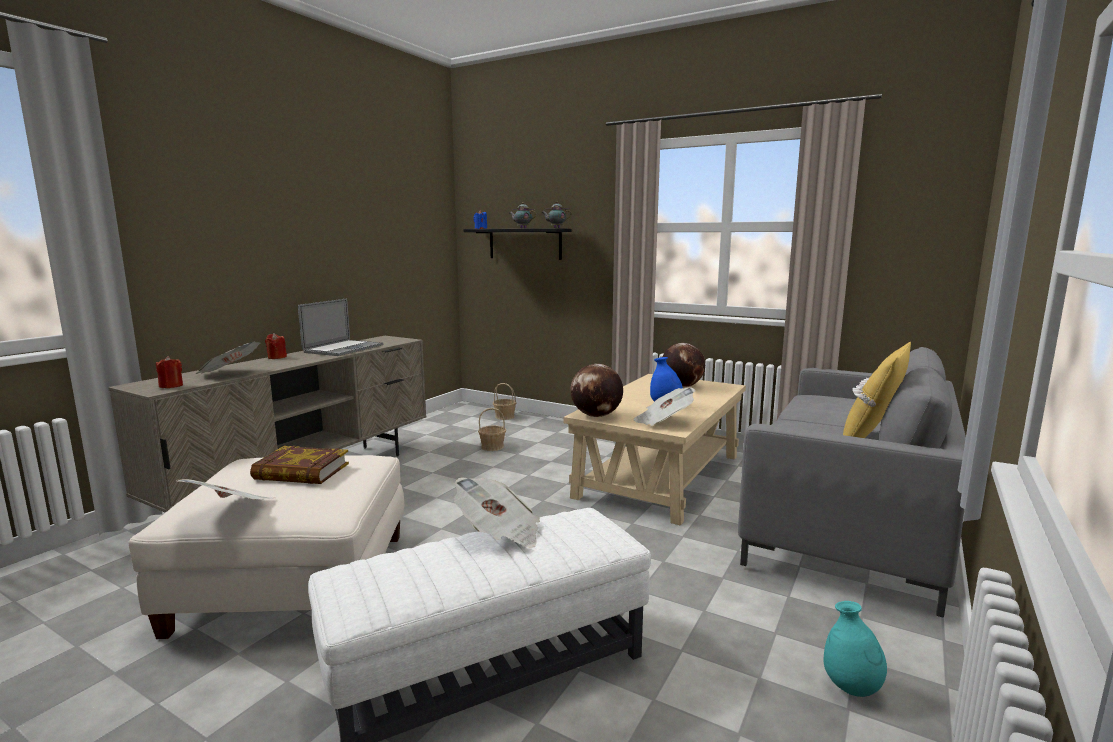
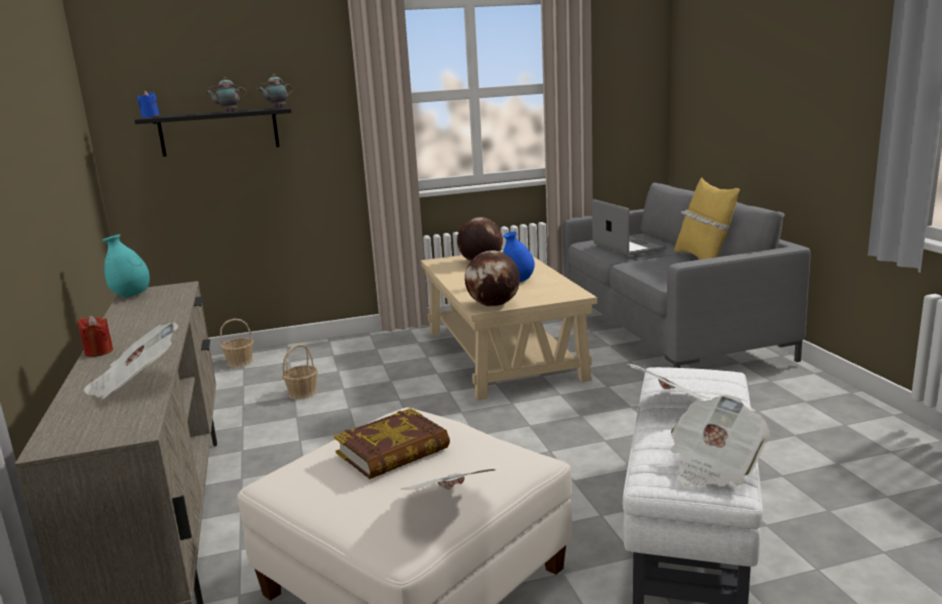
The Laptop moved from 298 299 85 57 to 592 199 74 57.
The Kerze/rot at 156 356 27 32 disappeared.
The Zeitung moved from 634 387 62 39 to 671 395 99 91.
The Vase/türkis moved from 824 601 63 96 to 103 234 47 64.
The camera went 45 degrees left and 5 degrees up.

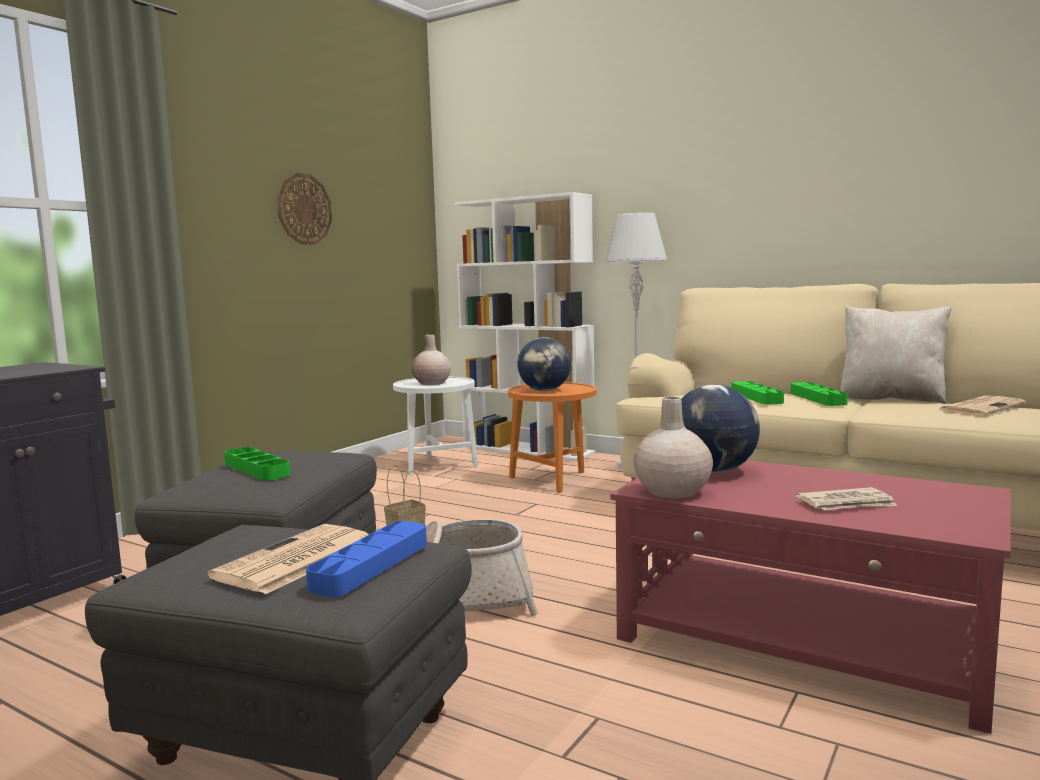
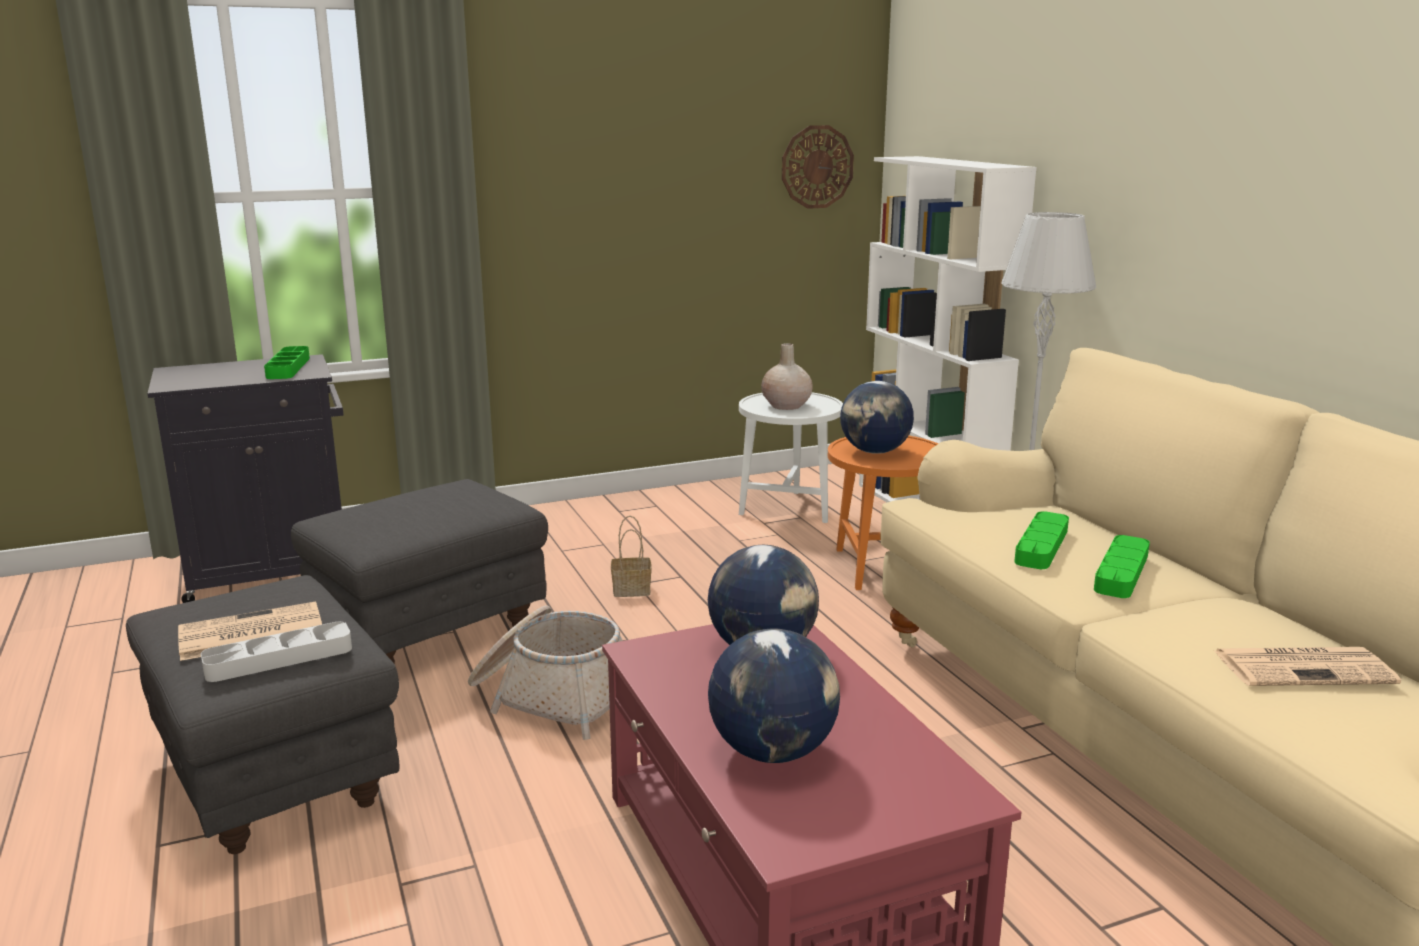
The Wanduhr moved from 277 173 55 72 to 782 125 72 84.
The Kissen/beige at 840 307 112 97 disappeared.
The Vase/beige at 634 397 79 102 disappeared.
The Tablett/grün moved from 224 447 66 34 to 264 346 46 33.
The Zeitung at 796 487 101 23 was replaced by the Globus at 708 628 132 135.
The Tablett/blau at 306 521 121 76 became the Tablett/grau at 201 622 151 60.
The camera went 35 degrees right and 10 degrees up.

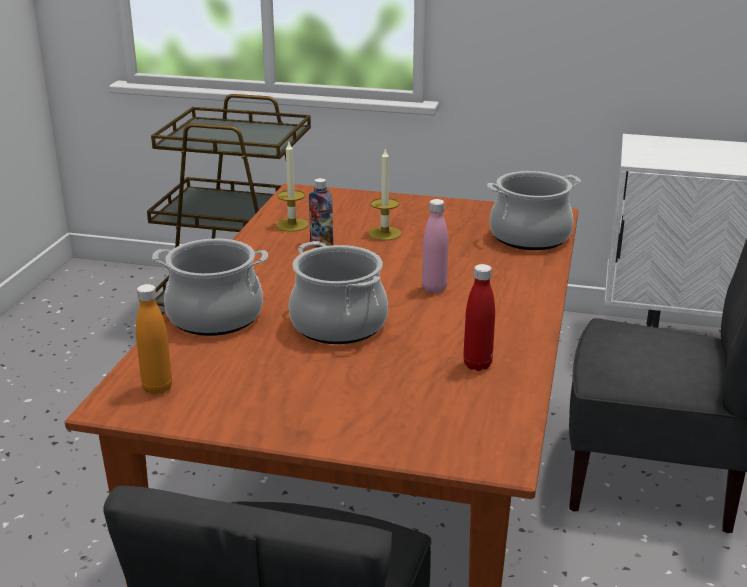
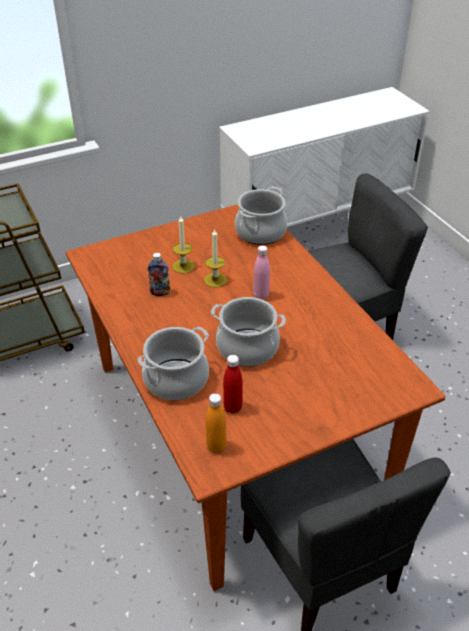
The Kerze moved from 276 142 33 90 to 204 228 23 60.
The Flasche/rot moved from 463 264 32 107 to 223 355 20 59.
The camera went 40 degrees left and 15 degrees up.

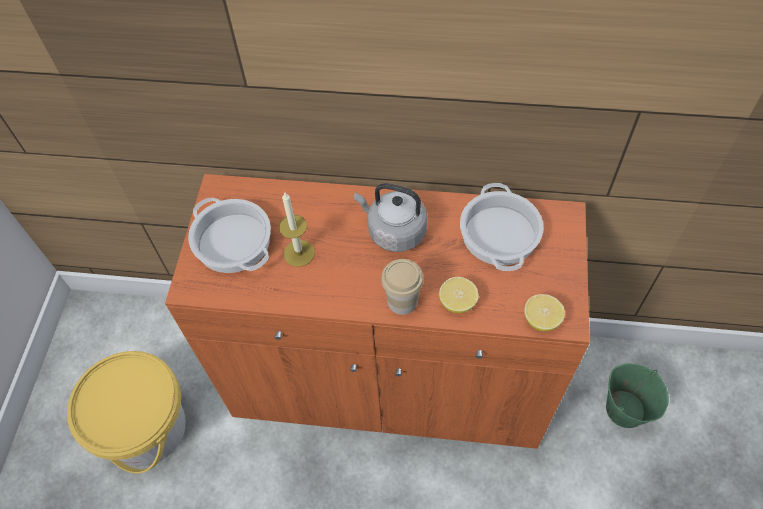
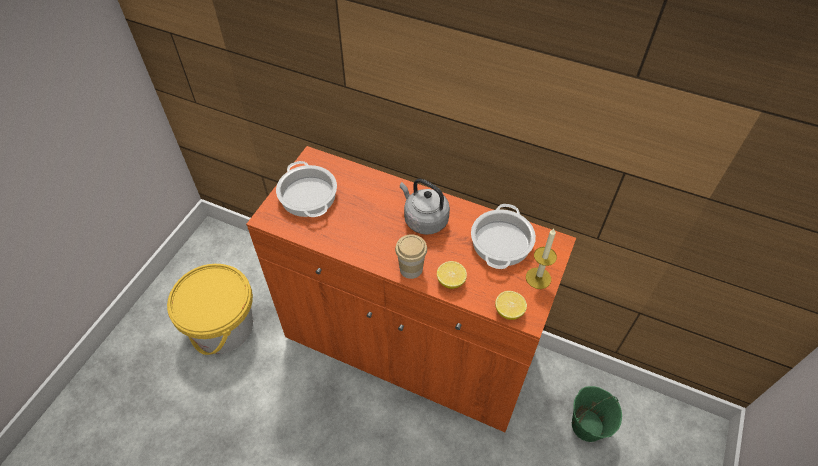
The Kerze moved from 279 193 36 74 to 526 229 31 60.
The camera went 15 degrees right and 5 degrees down.

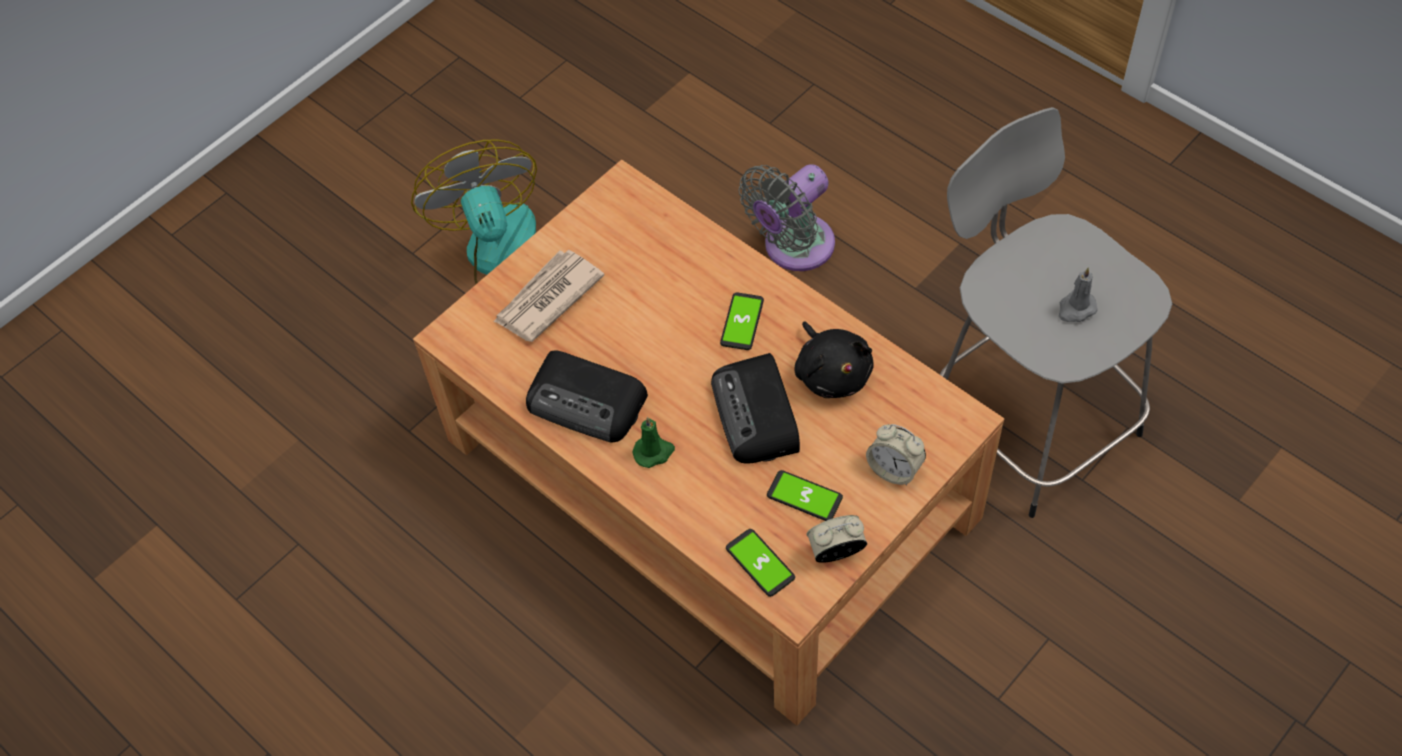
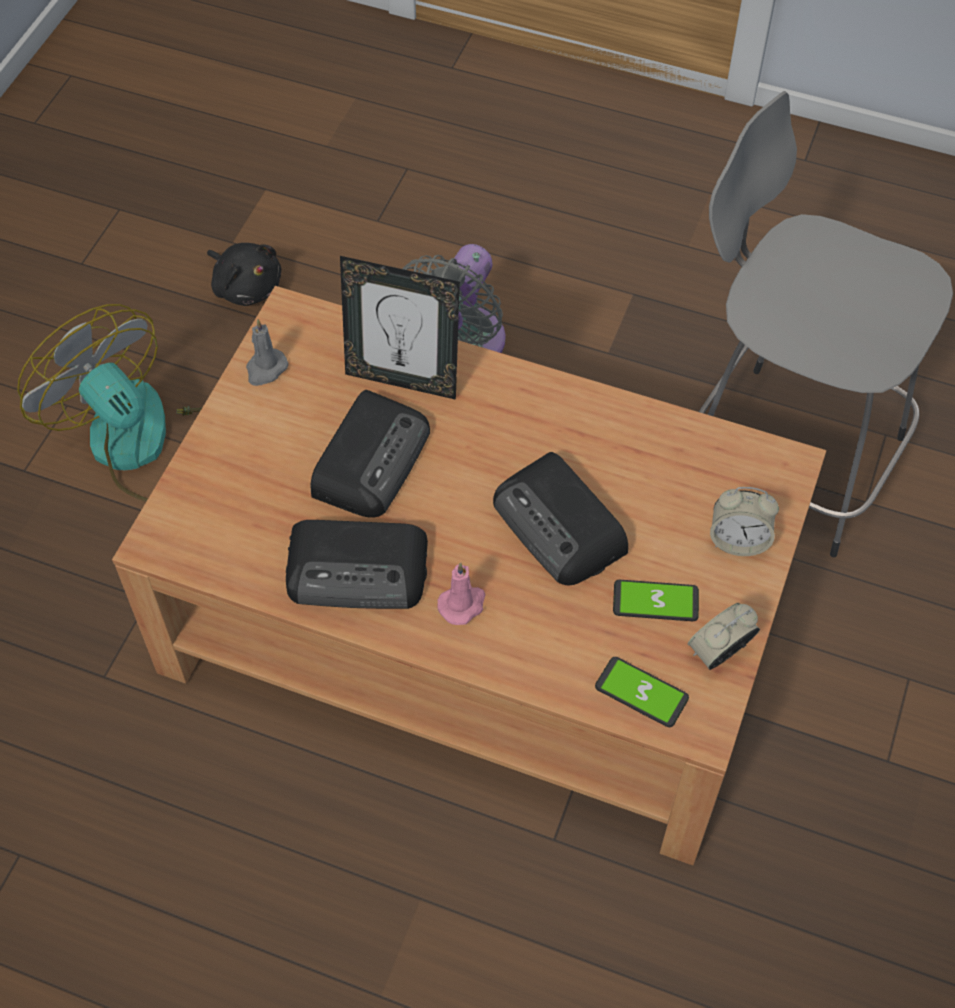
The Zeitung at 493 250 111 92 disappeared.
The Kerze/grau moved from 1059 268 39 54 to 246 319 43 67.
The Handy at 720 292 44 58 disappeared.
The Plüschtier/schwarz moved from 794 321 80 77 to 207 243 74 63.
The Kerze/grün at 633 417 42 51 became the Kerze/rosa at 437 562 49 63.
The Bilderrahmen at 340 256 120 144 appeared.
The Radio at 311 390 119 128 appeared.
The camera went 25 degrees left and 0 degrees up.

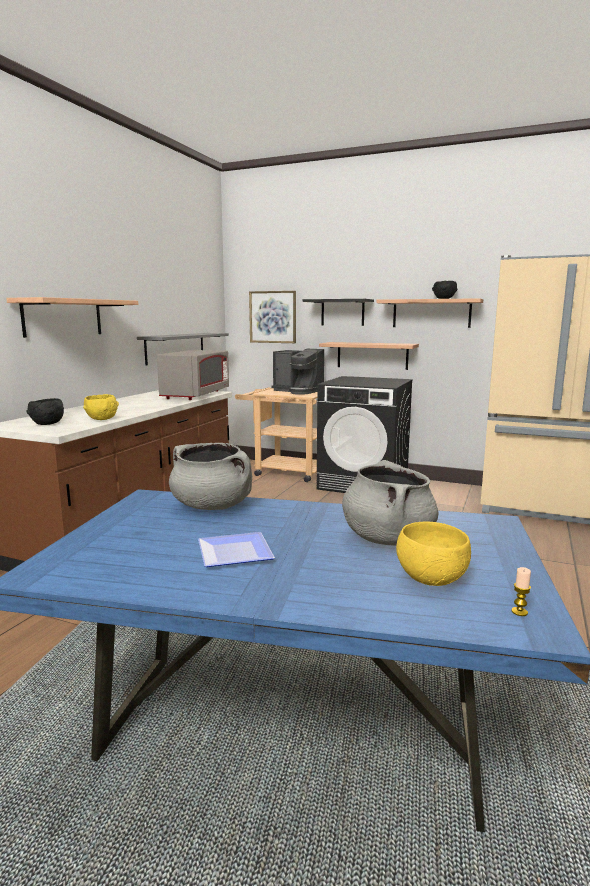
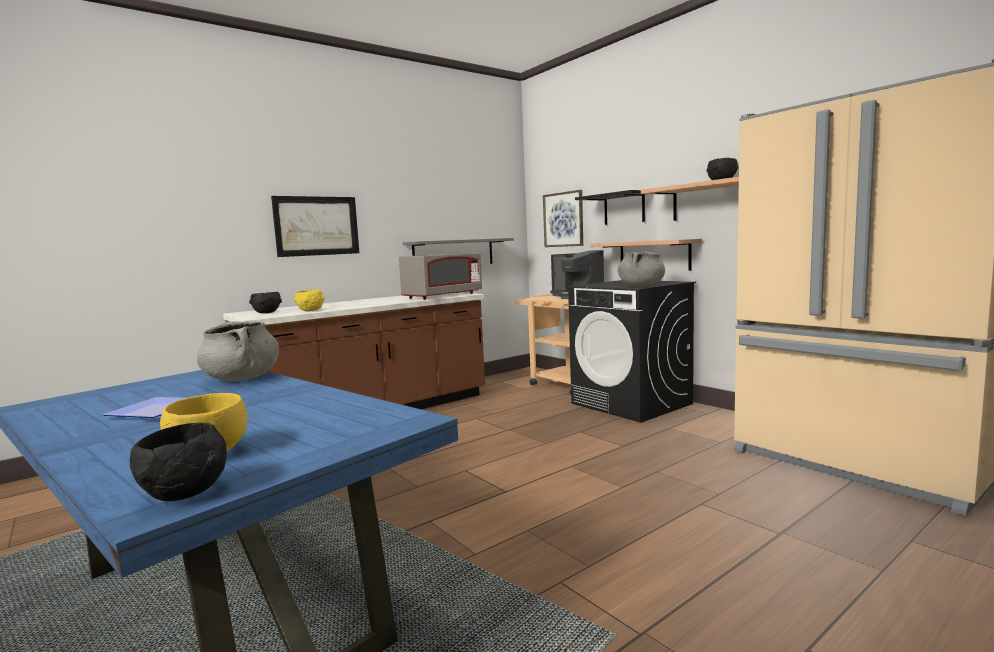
The Wandregal at 6 297 132 41 was replaced by the Bild at 271 196 88 61.
The Kochtopf/grau moved from 342 460 97 85 to 618 251 47 35.
The Kerze at 511 567 20 49 was replaced by the Schüssel/schwarz at 130 423 97 78.
The camera went 30 degrees right and 5 degrees down.

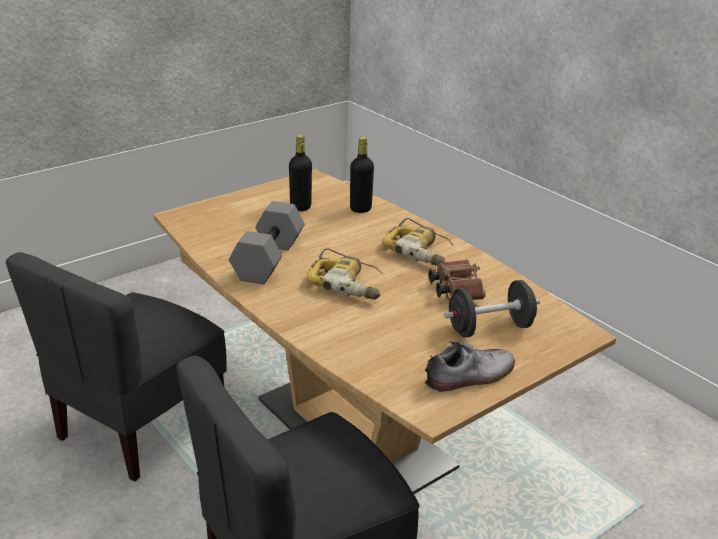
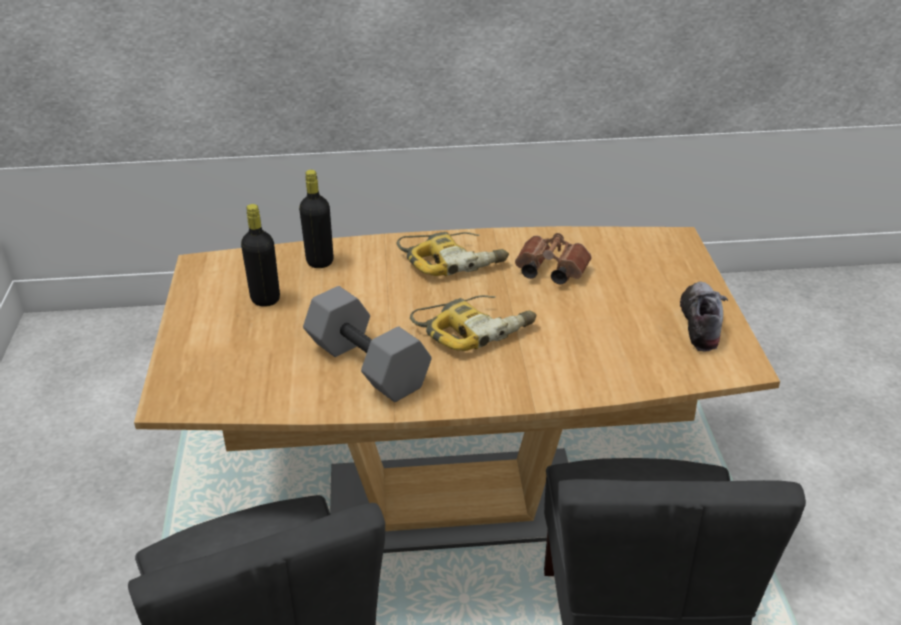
The Hantel/schwarz at 444 280 96 58 disappeared.
The camera went 55 degrees left and 5 degrees up.

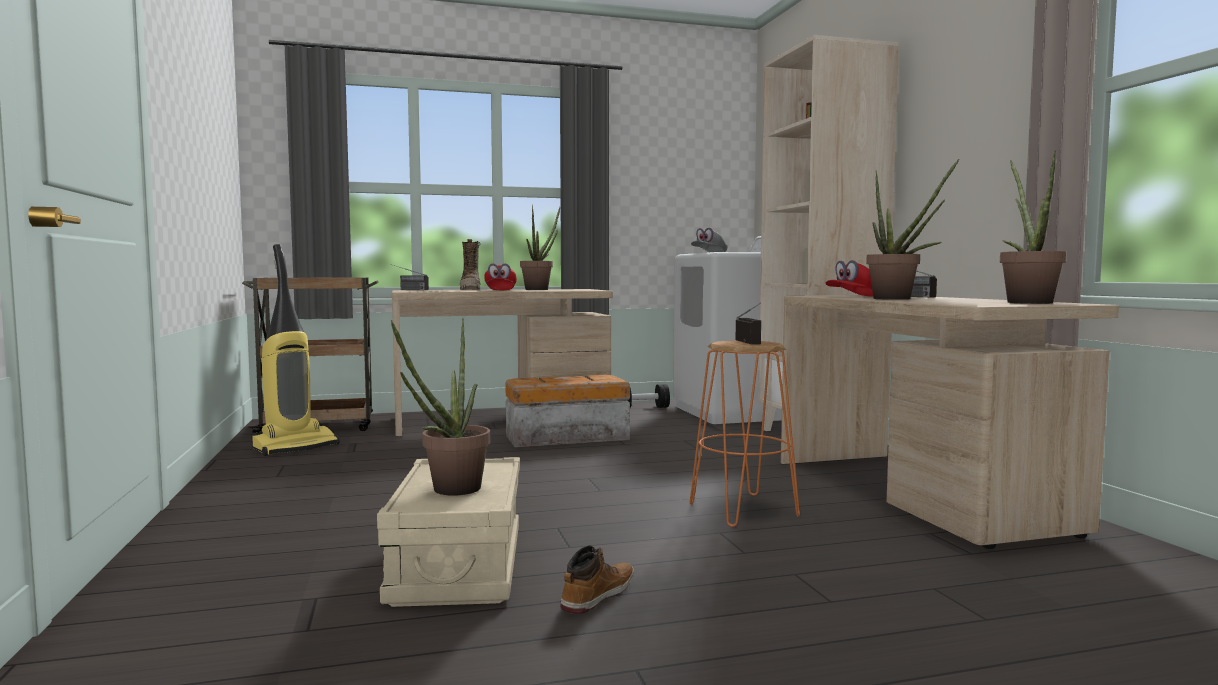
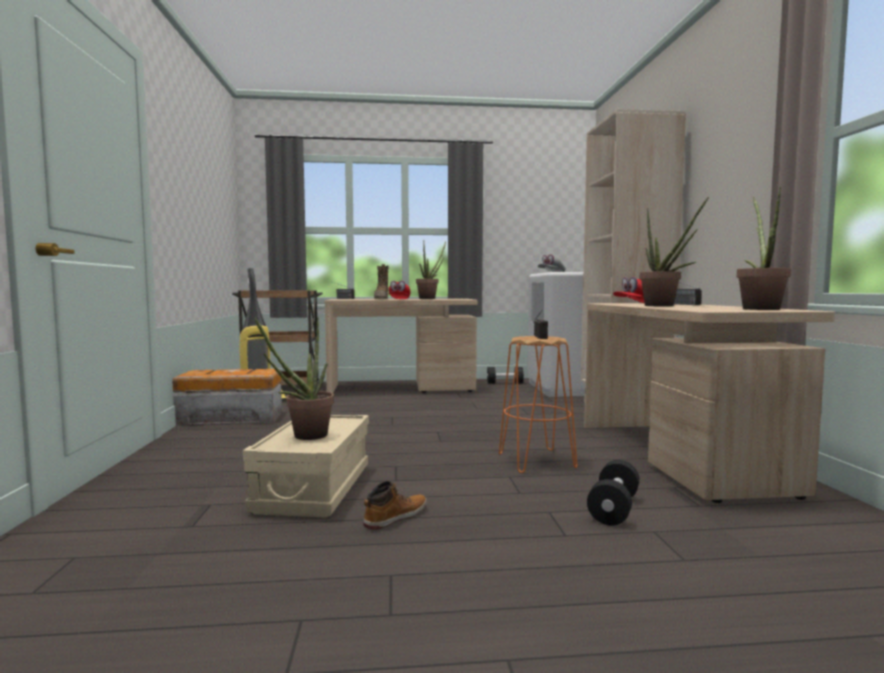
The Aufbewahrungsbox moved from 506 375 124 73 to 172 369 110 57.
The Hantel/schwarz at 587 460 52 66 appeared.
The camera went 10 degrees right and 0 degrees up.

